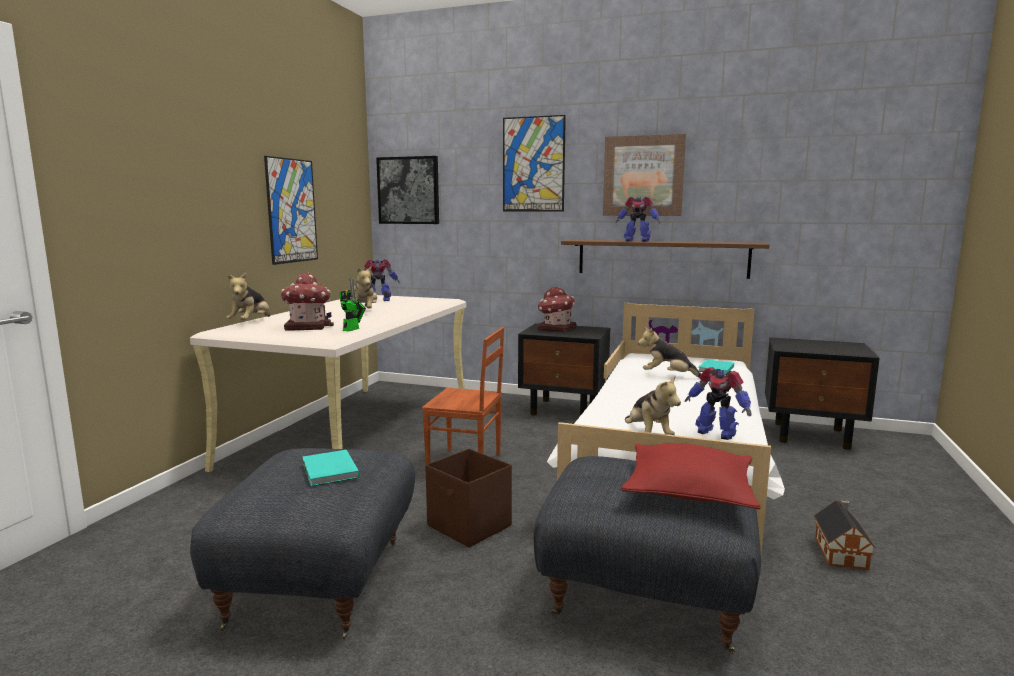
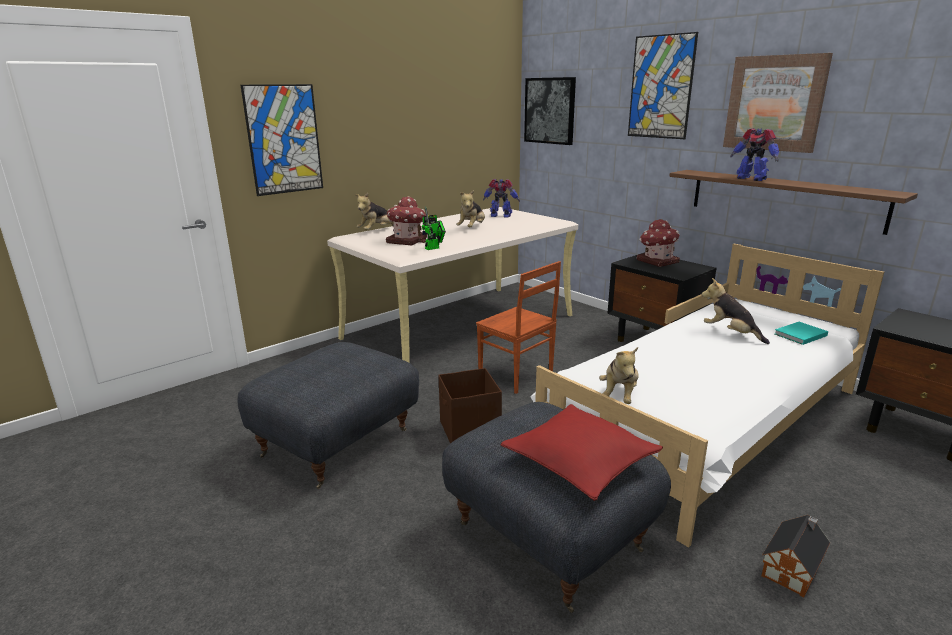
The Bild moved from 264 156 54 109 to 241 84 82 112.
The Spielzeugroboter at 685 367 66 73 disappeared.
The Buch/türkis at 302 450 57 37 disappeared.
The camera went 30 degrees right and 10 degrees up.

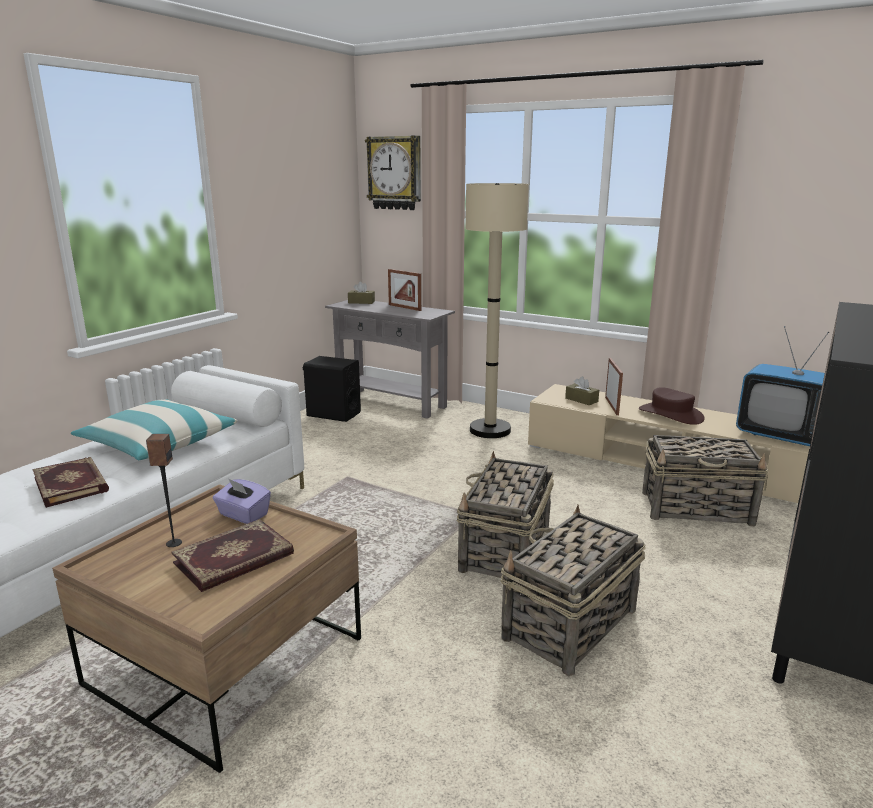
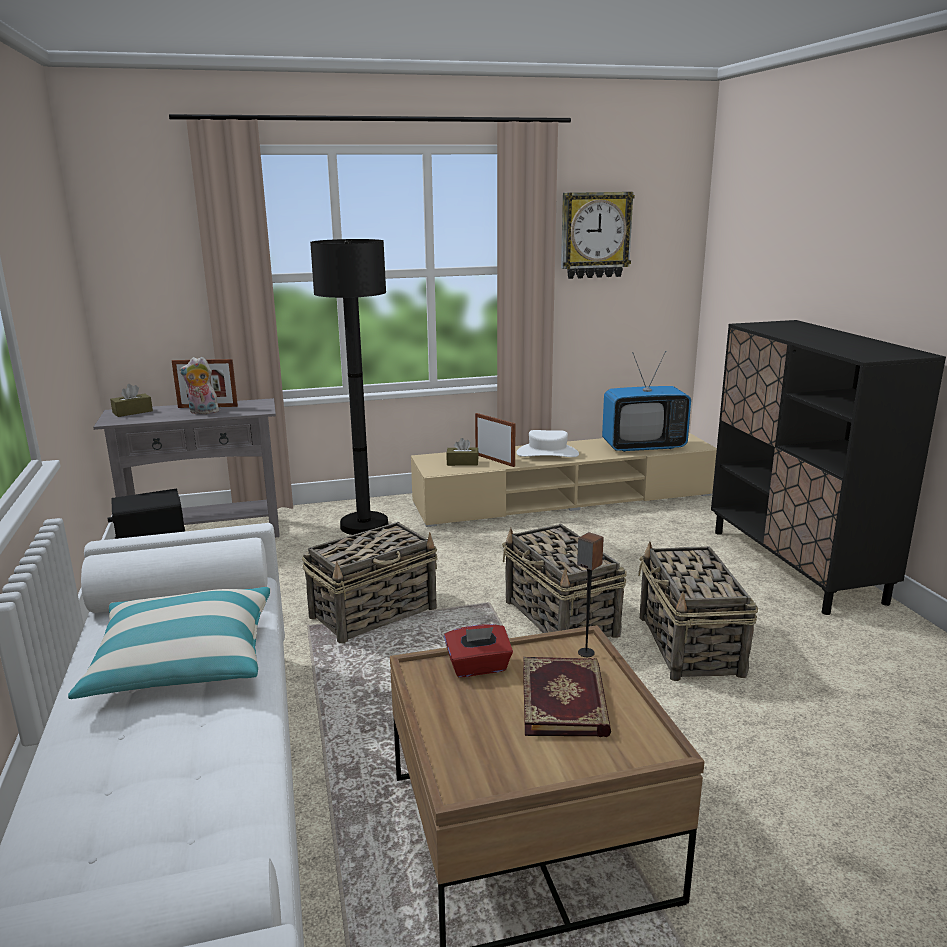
The Wanduhr moved from 365 136 56 74 to 561 192 74 87.
The Stehlampe/beige at 465 183 64 255 became the Stehlampe/schwarz at 310 239 79 296.
The Hut/braun at 639 387 66 38 became the Hut/weiß at 516 430 63 27.
The Lautsprecher moved from 146 434 36 113 to 577 532 27 125.
The Korb moved from 642 435 126 92 to 302 522 135 121.
The Buch at 33 457 76 51 disappeared.
The Taschentuchbox/lila at 213 478 58 46 became the Taschentuchbox/rot at 444 624 69 53.
The Plüschtier at 179 357 40 57 appeared.
The camera went 45 degrees left and 0 degrees up.

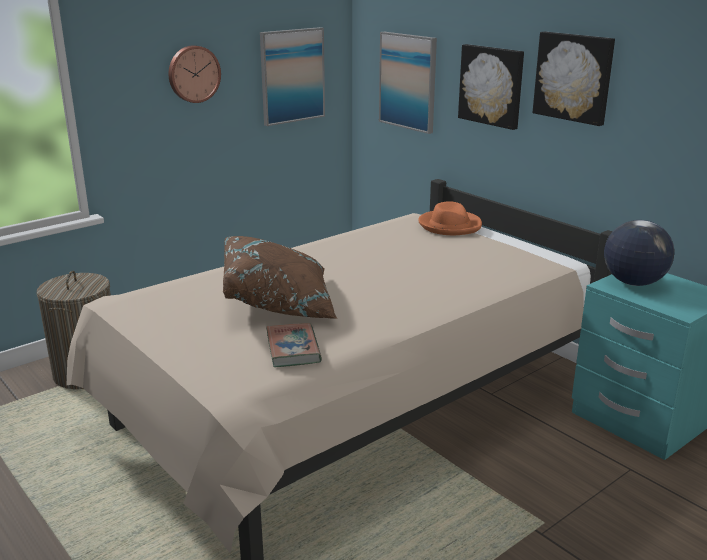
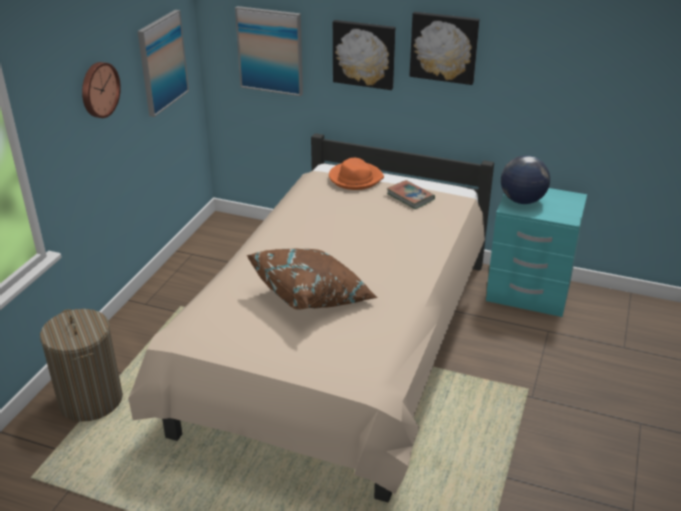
The Buch moved from 266 323 56 44 to 387 180 48 29.
The camera went 30 degrees left and 10 degrees up.

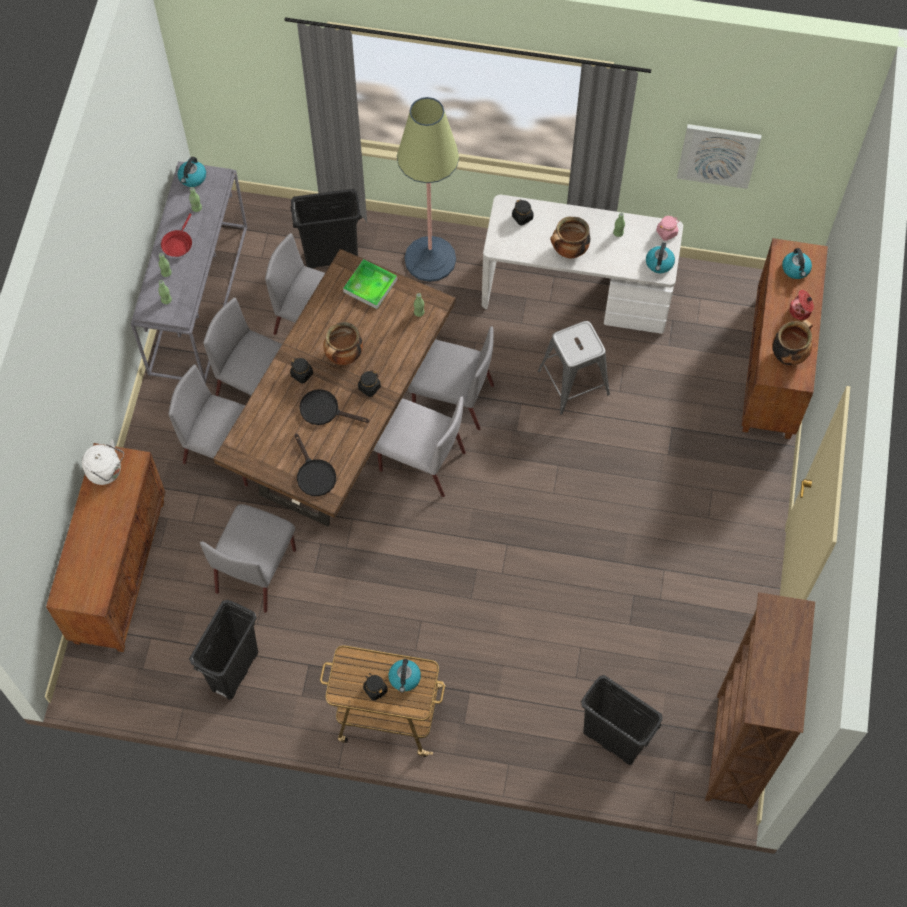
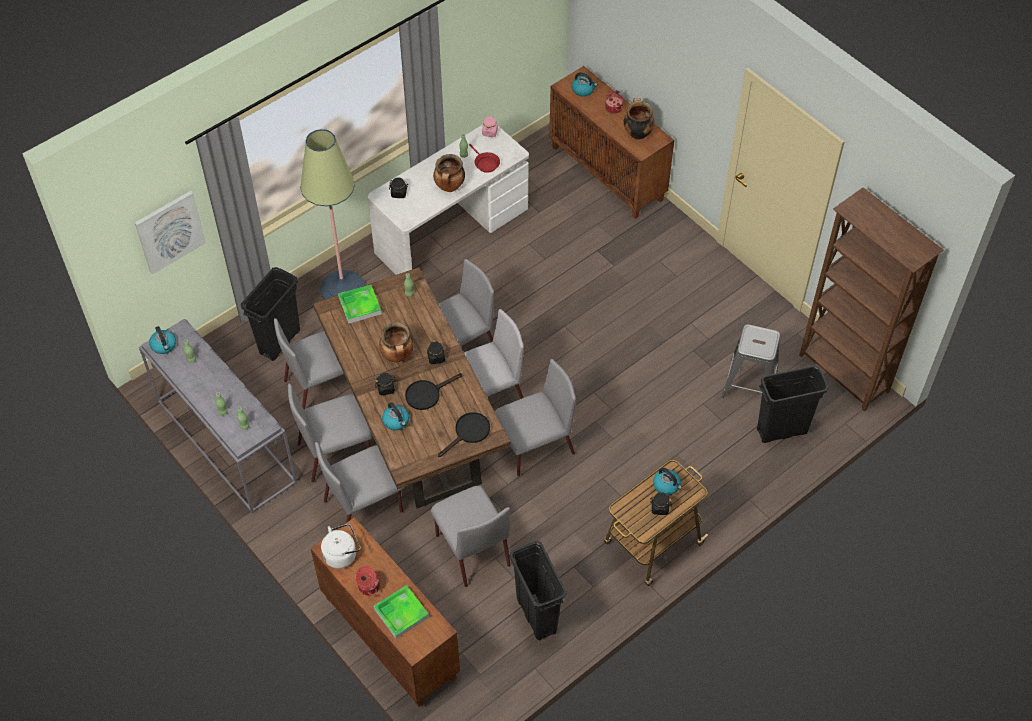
The Bild moved from 677 124 84 65 to 135 191 71 84.
The Pfanne/rot moved from 161 213 31 44 to 469 144 31 29.
The Wasserkessel moved from 646 243 29 30 to 382 402 27 28.
The Hocker/grau moved from 538 321 72 94 to 721 324 59 74.
The Pfanne/schwarz at 294 433 42 63 turned 60 degrees counterclockwise.
The Stuhl/grau at 495 359 81 118 appeared.
The Kochtopf at 356 566 24 29 appeared.
The Tablett at 374 585 55 54 appeared.
The camera went 50 degrees left and 10 degrees down.

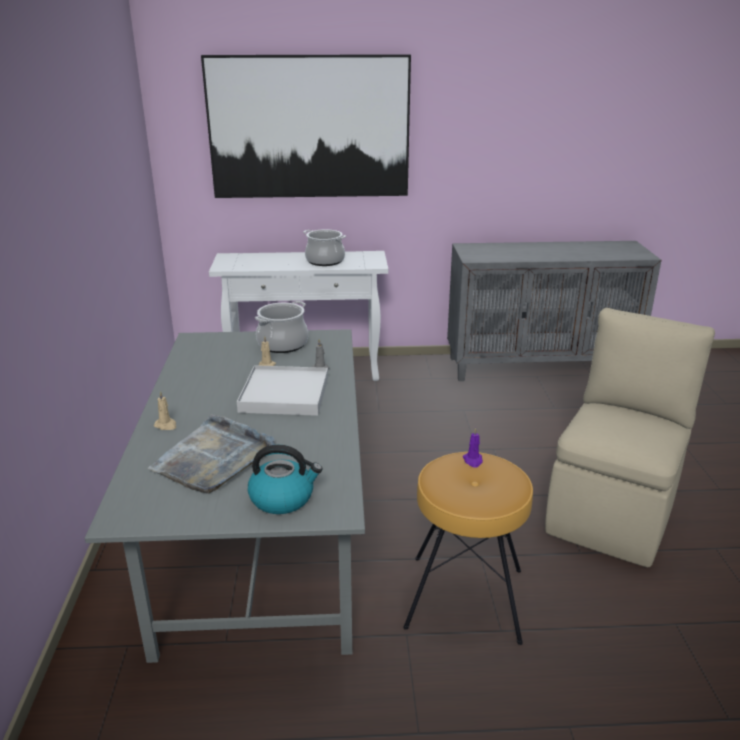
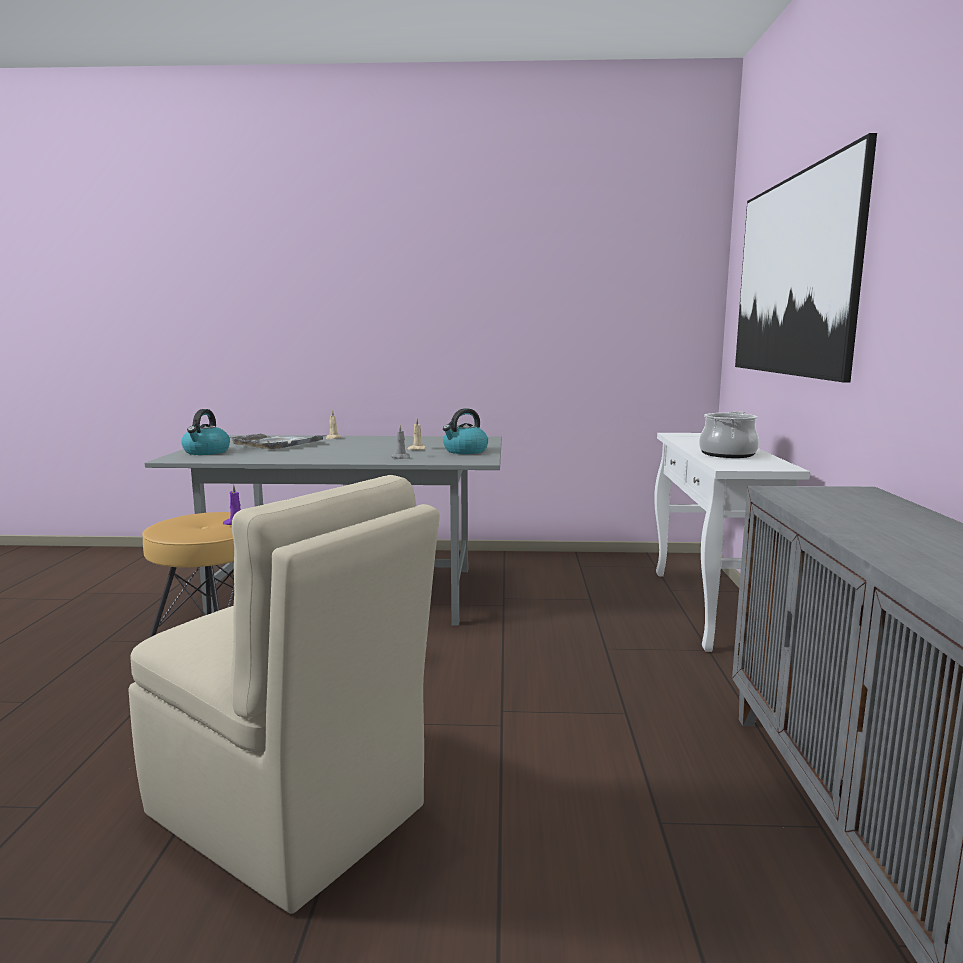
The Kochtopf at 255 301 53 52 was replaced by the Wasserkessel at 443 408 45 46.
The Tablett/weiß at 237 365 91 51 disappeared.
The camera went 95 degrees right and 15 degrees down.

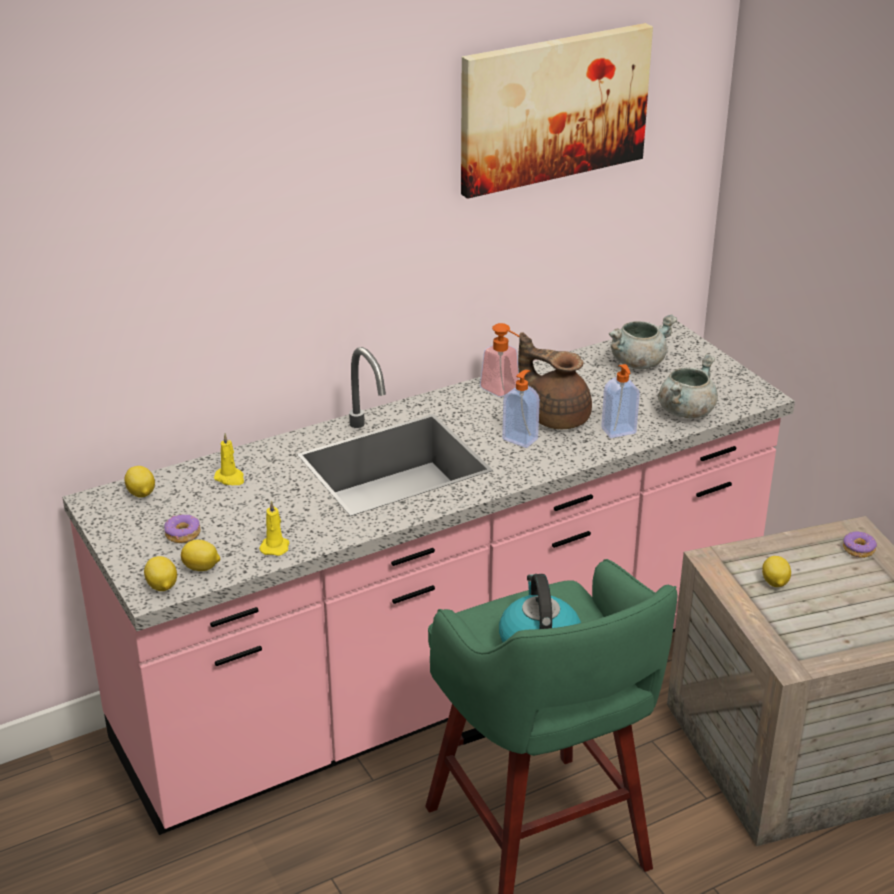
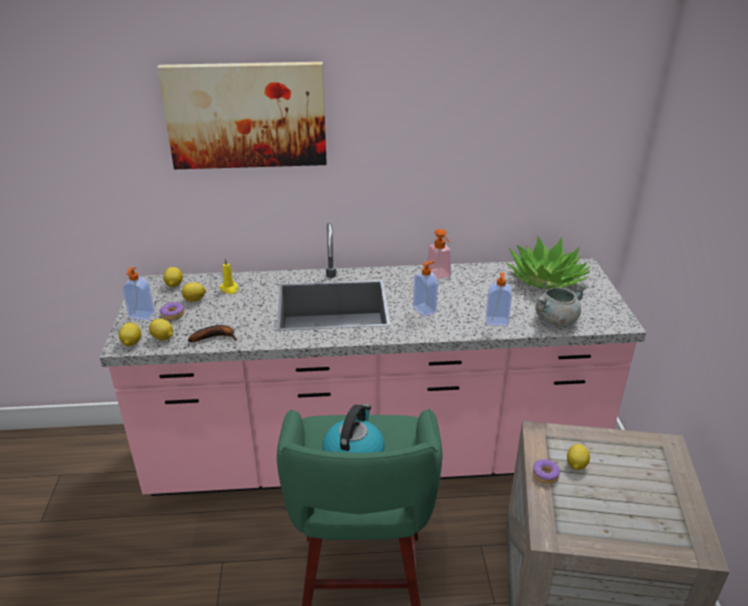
The Bild moved from 461 23 192 176 to 157 62 170 107.
The Kochtopf/grau at 609 314 68 55 was replaced by the Topfpflanze at 507 236 84 53.
The Teekanne/braun at 518 332 74 97 disappeared.
The Kerze/gelb at 259 500 30 56 was replaced by the Banane at 188 325 49 17.
The Donut moved from 843 531 34 27 to 533 459 27 25.
The Seifenspender at 122 267 33 53 appeared.
The Zitrone at 182 282 24 20 appeared.
The camera went 25 degrees right and 0 degrees up.

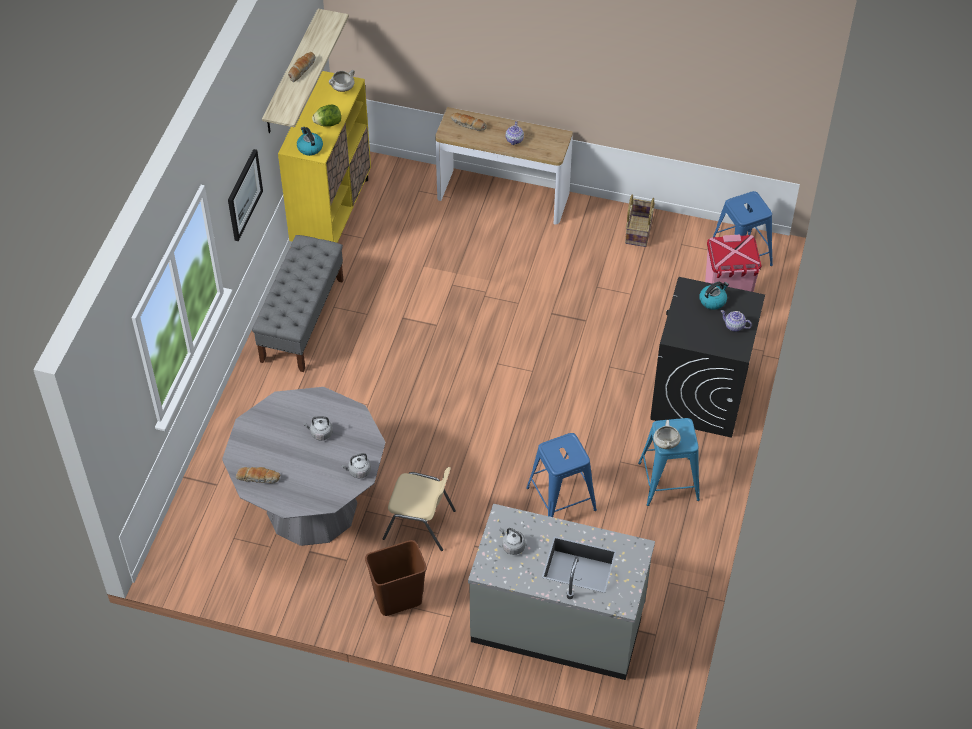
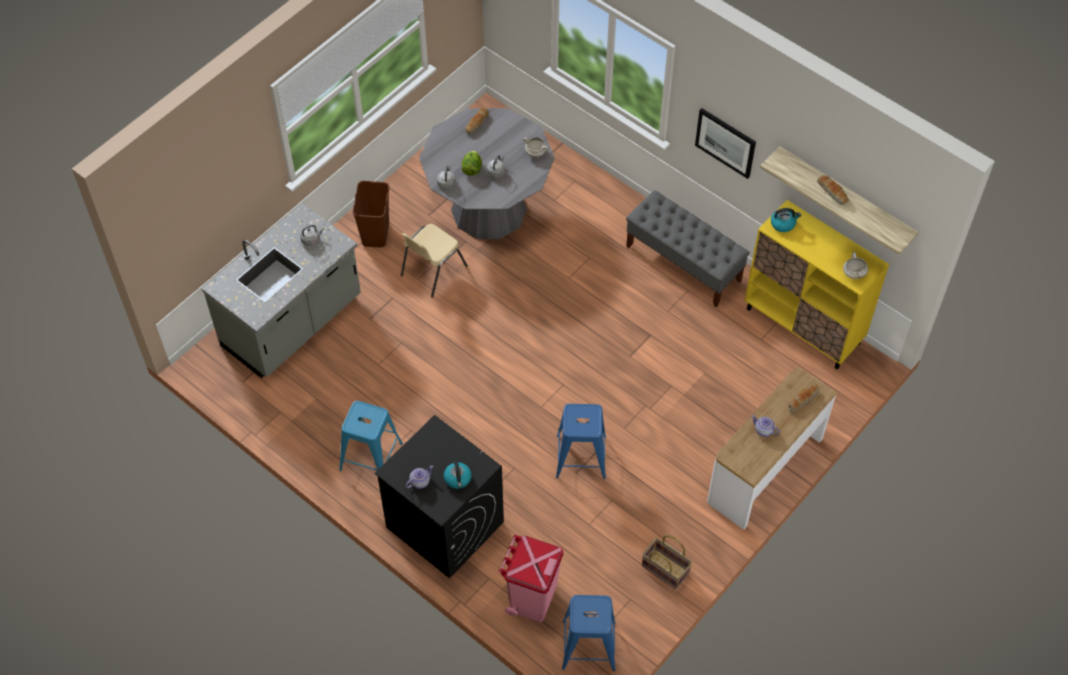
The Salatkopf moved from 312 105 29 22 to 462 151 20 25.
The Kochtopf/weiß moved from 653 420 28 29 to 523 137 26 20.
The Hocker/blau moved from 526 433 71 84 to 556 404 50 75.
The camera went 115 degrees right and 5 degrees up.

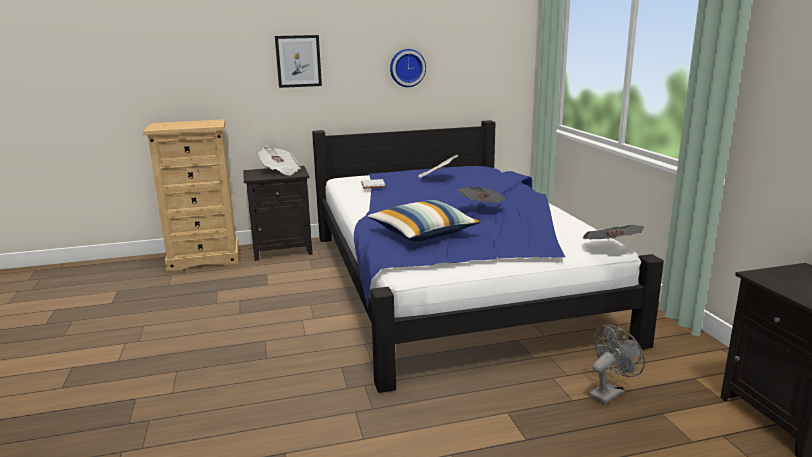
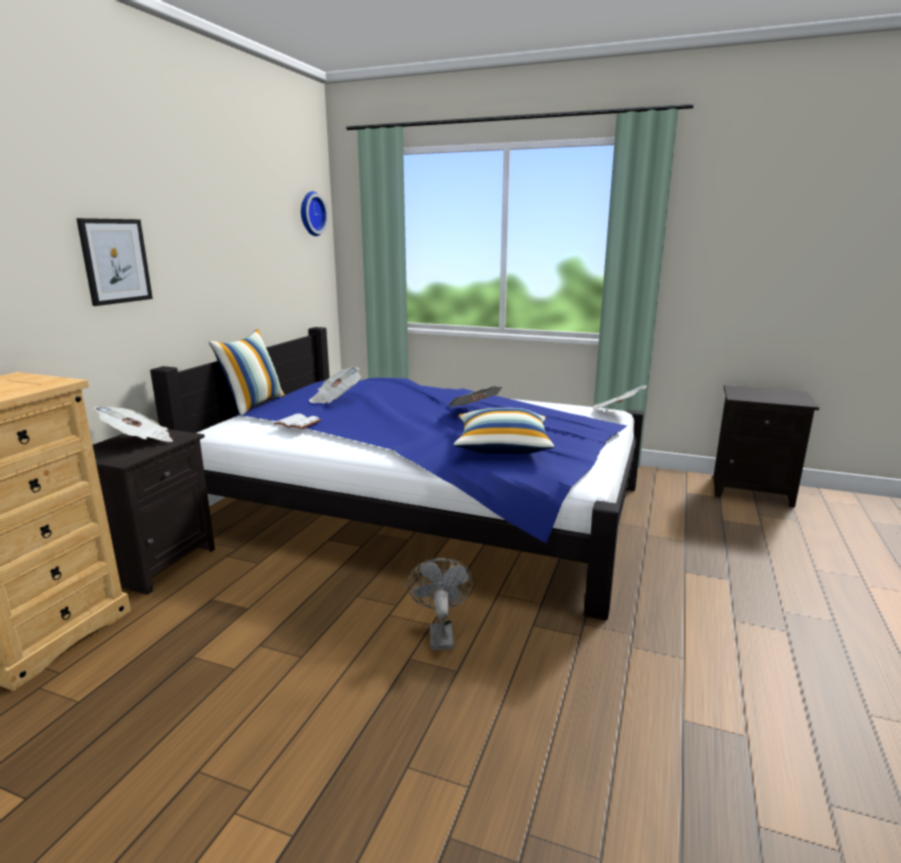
The Wanduhr moved from 390 49 36 38 to 301 191 27 45.
The Ventilator/grau moved from 589 325 56 80 to 407 558 67 92.
The Kissen at 209 329 76 87 appeared.
The camera went 55 degrees left and 0 degrees up.

